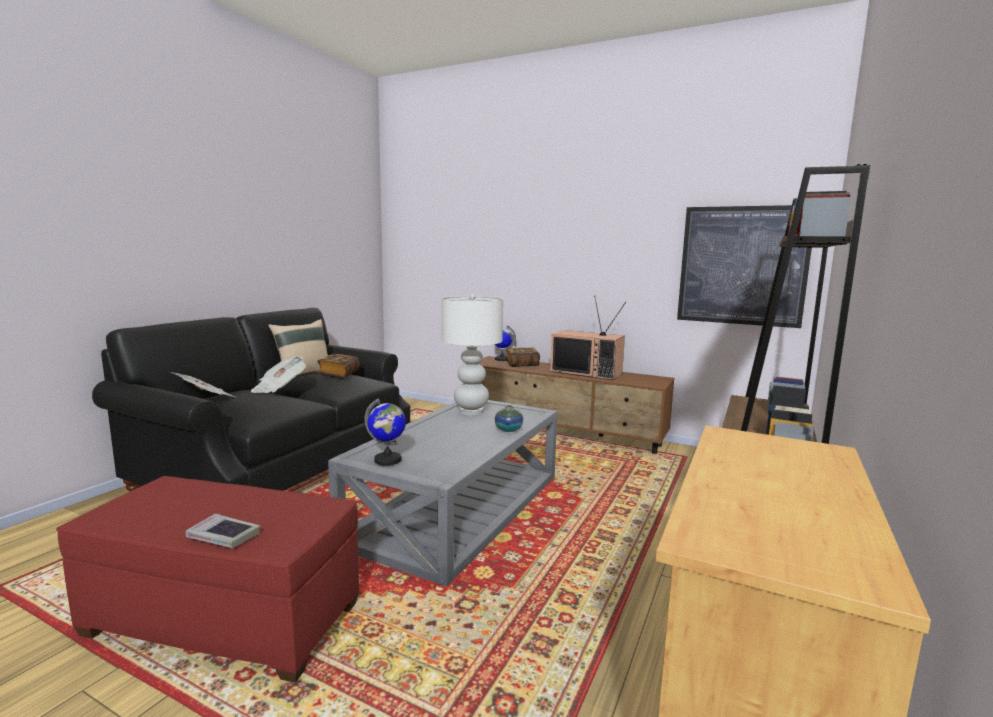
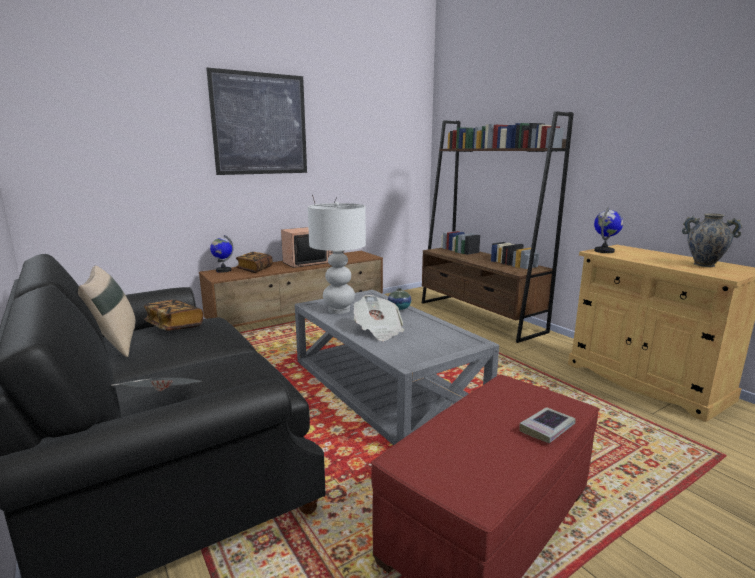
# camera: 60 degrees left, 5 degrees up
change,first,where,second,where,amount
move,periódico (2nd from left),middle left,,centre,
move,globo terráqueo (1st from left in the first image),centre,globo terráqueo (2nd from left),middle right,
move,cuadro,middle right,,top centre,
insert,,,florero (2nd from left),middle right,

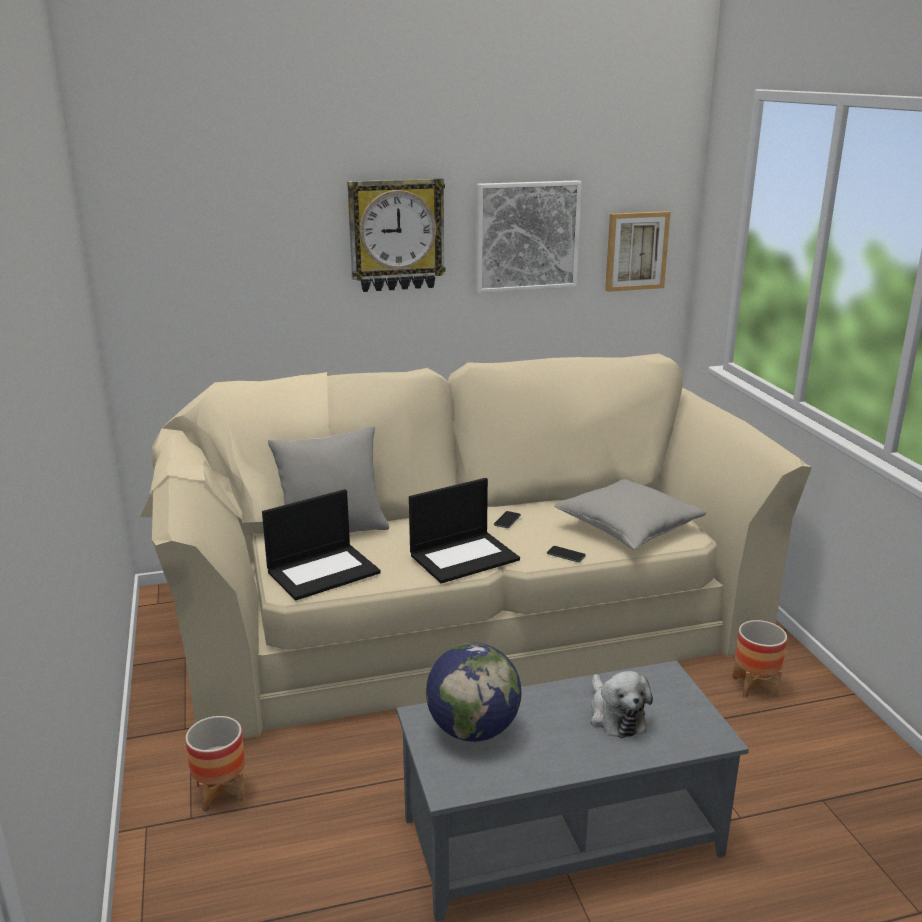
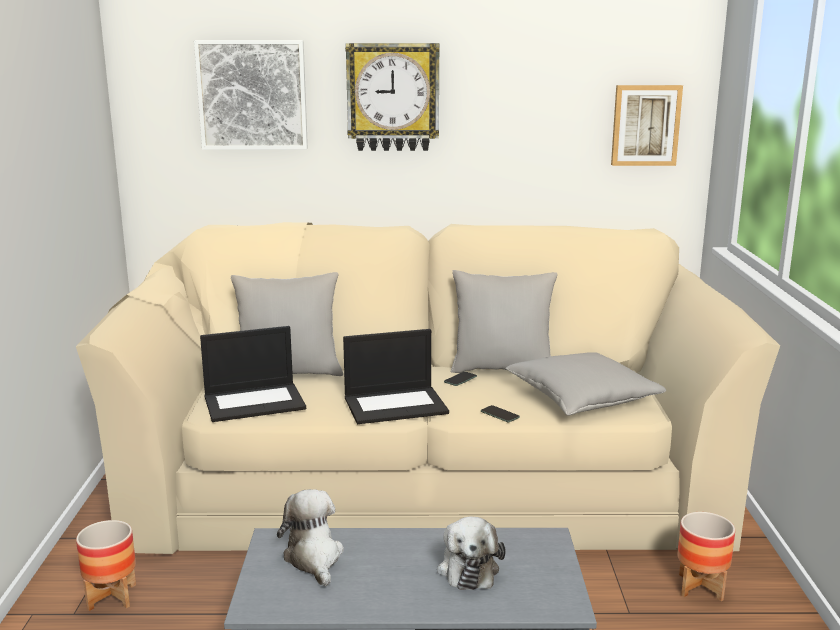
# camera: 15 degrees right, 5 degrees down
change,first,where,second,where,amount
replace,globo terráqueo,bottom centre,peluche (1st from left),bottom centre,
move,cuadro (1st from left),top centre,,top left,
insert,,,cojín [gris] (2nd from left),centre,

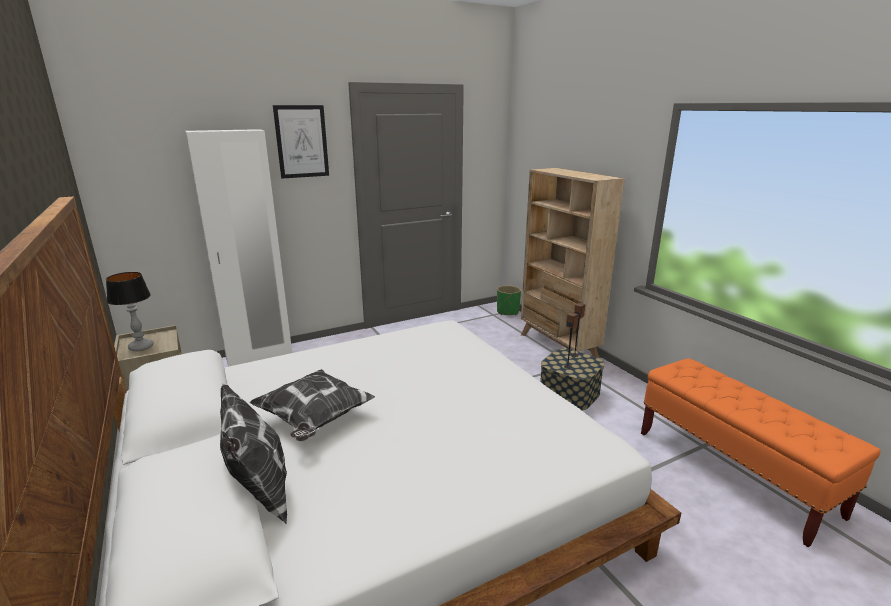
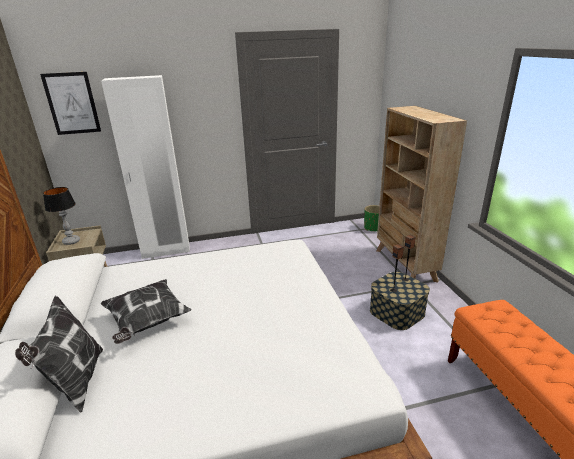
# camera: 15 degrees right, 5 degrees up
change,first,where,second,where,amount
move,cuadro,top centre,,top left,

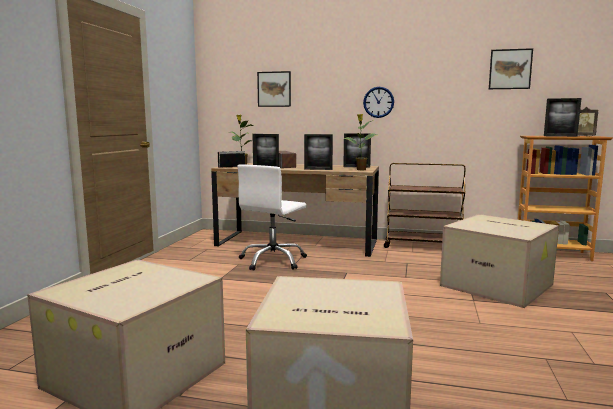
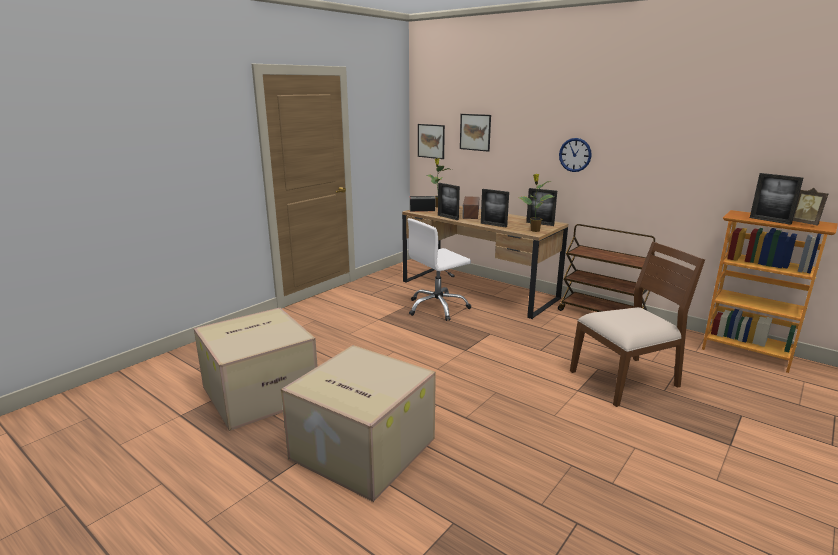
# camera: 25 degrees right, 10 degrees up
change,first,where,second,where,amount
replace,caja de cartón (3rd from left),middle right,silla [marrón],middle right,
move,cuadro (2nd from left in the first image),top right,cuadro (1st from left),top centre,

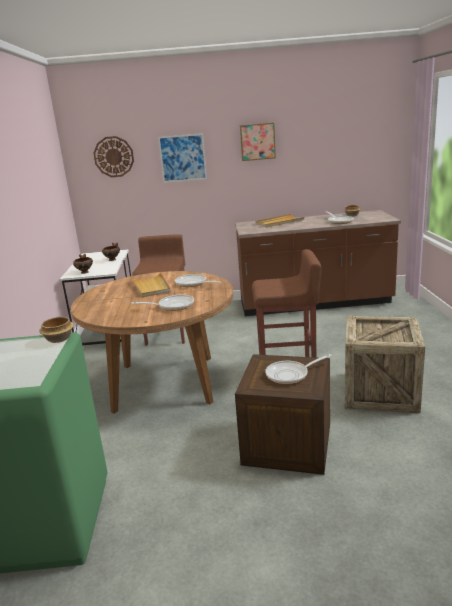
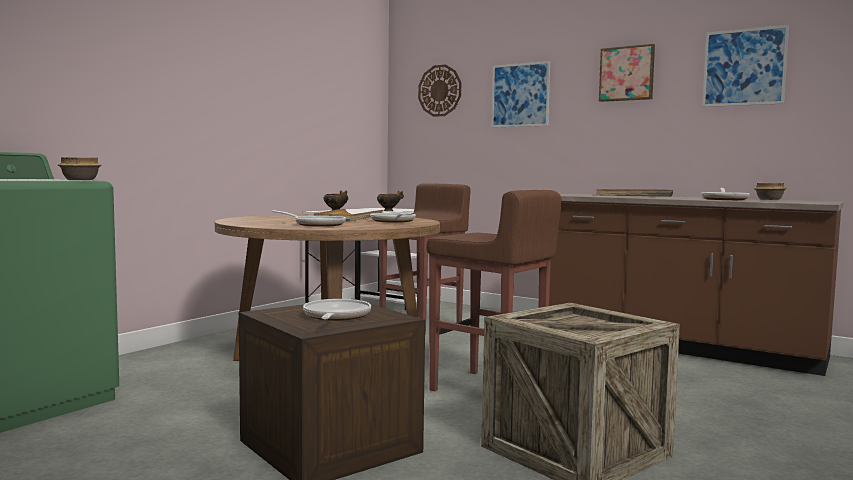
# camera: 35 degrees right, 15 degrees down
change,first,where,second,where,amount
rotate,sartén (3rd from left in the first image),centre,sartén (2nd from left),centre,75 degrees clockwise
insert,,,cuadro (3rd from left),top right,

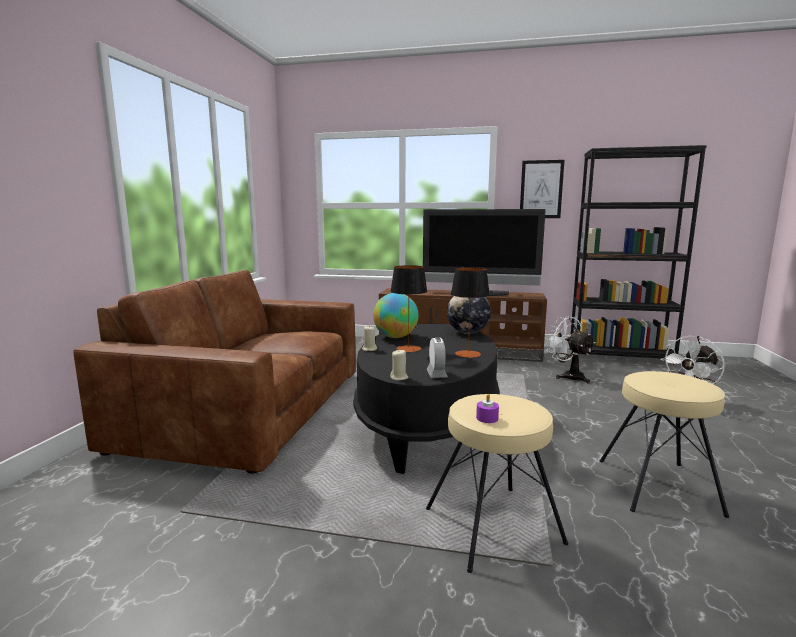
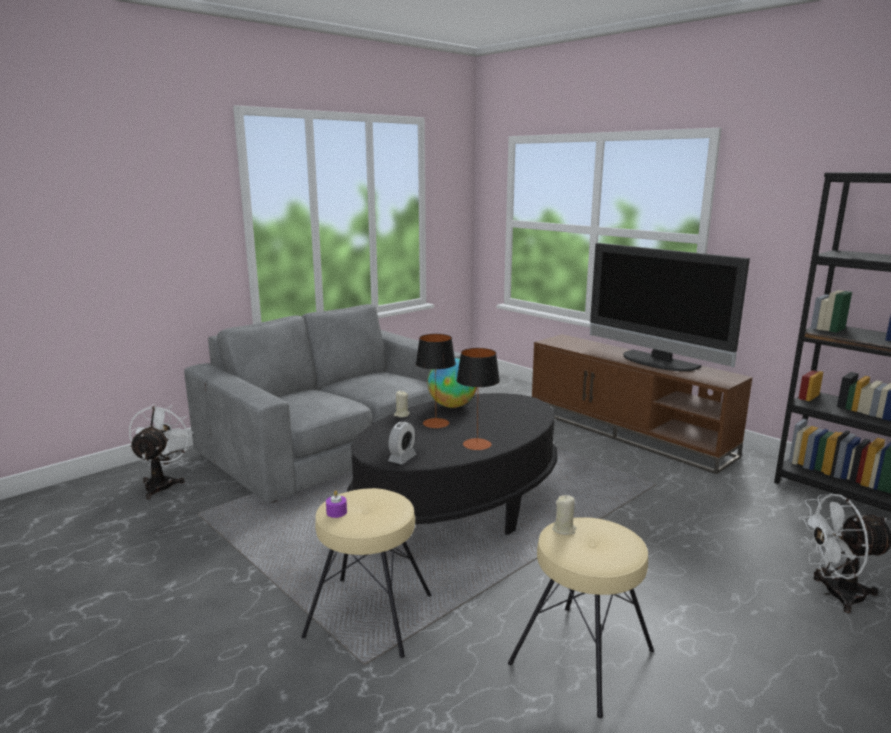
# camera: 35 degrees right, 5 degrees up
change,first,where,second,where,amount
recolor,sofá [marrón],middle left,sofá [gris],centre,
move,vela [beis] (2nd from left),centre,,bottom centre,
delete,globo terráqueo (2nd from left),centre,,,
delete,cuadro,top right,,,
move,ventilador [blanco] (1st from left),middle right,,middle left,

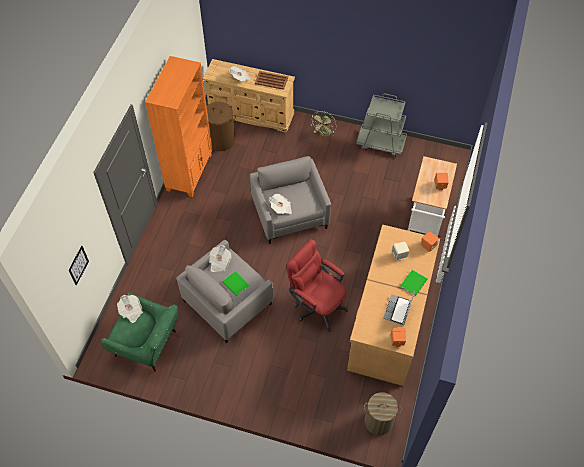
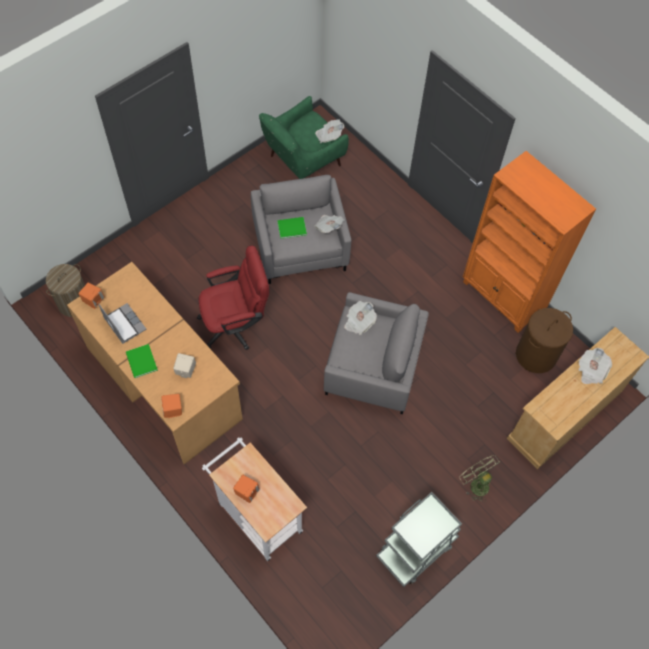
# camera: 120 degrees right, 5 degrees up
change,first,where,second,where,amount
delete,cuadro,middle left,,,
delete,bandeja [marrón],top centre,,,

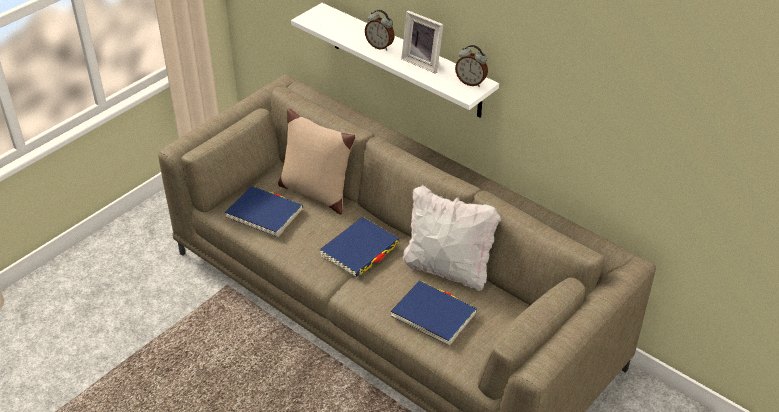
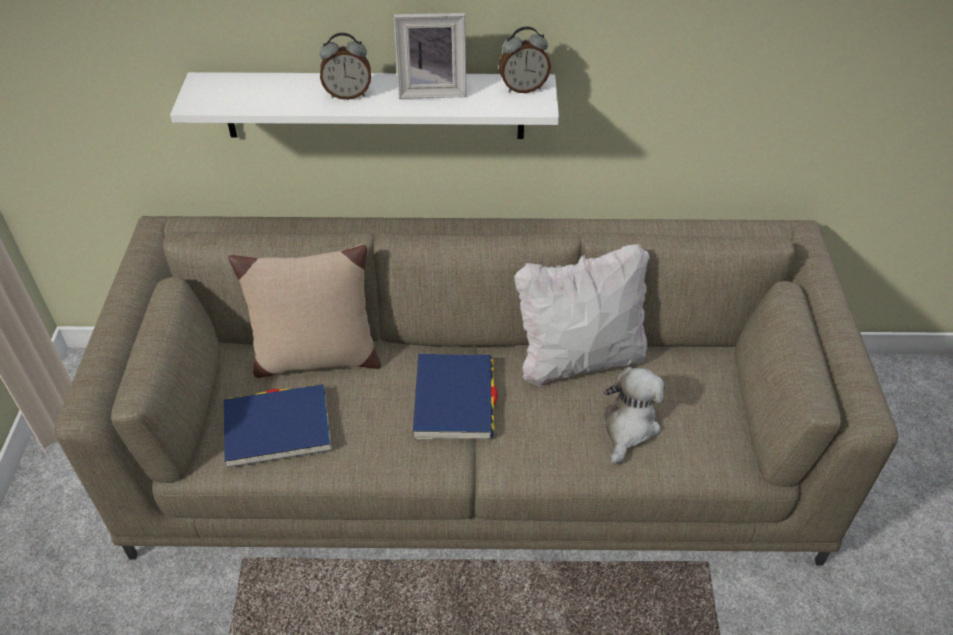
# camera: 40 degrees left, 5 degrees up
change,first,where,second,where,amount
replace,libro [azul] (3rd from left),bottom centre,peluche,centre,

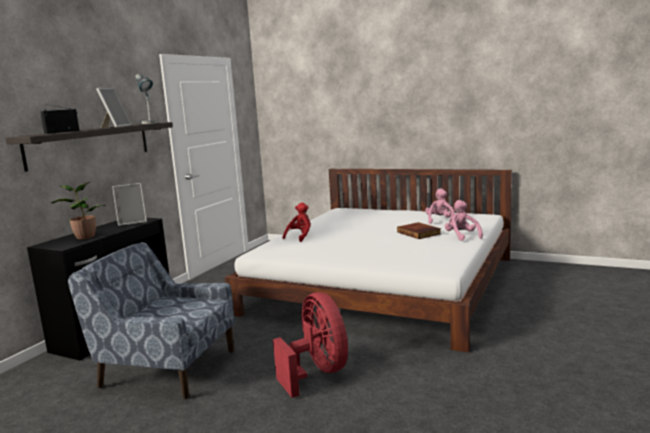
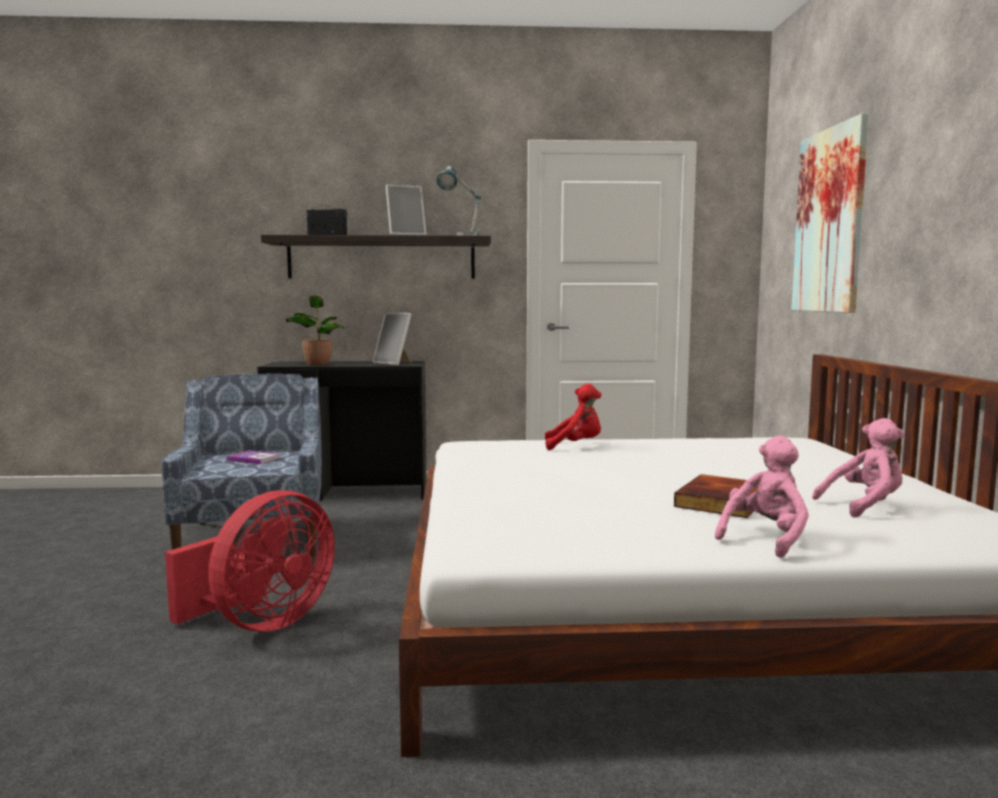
# camera: 60 degrees right, 5 degrees down
change,first,where,second,where,amount
insert,,,libro (1st from left),middle left,
insert,,,cuadro,top right,

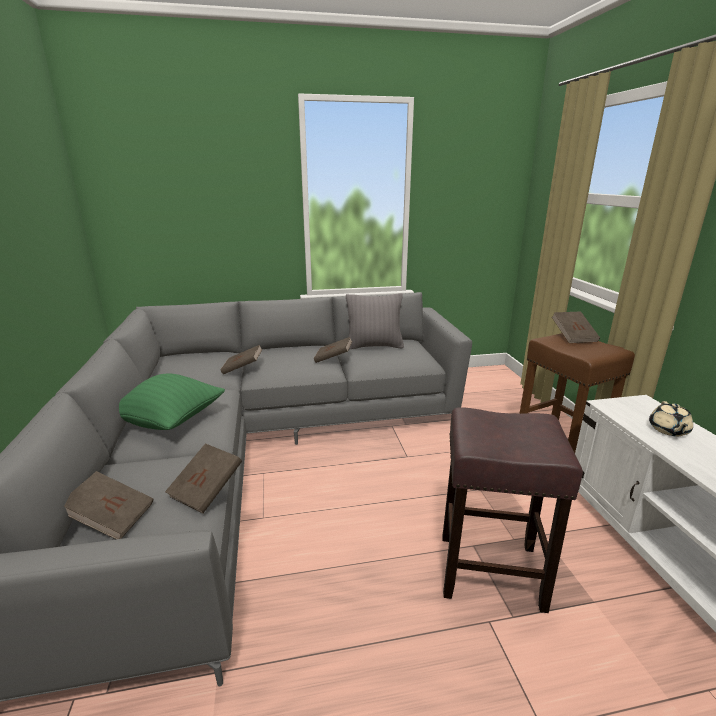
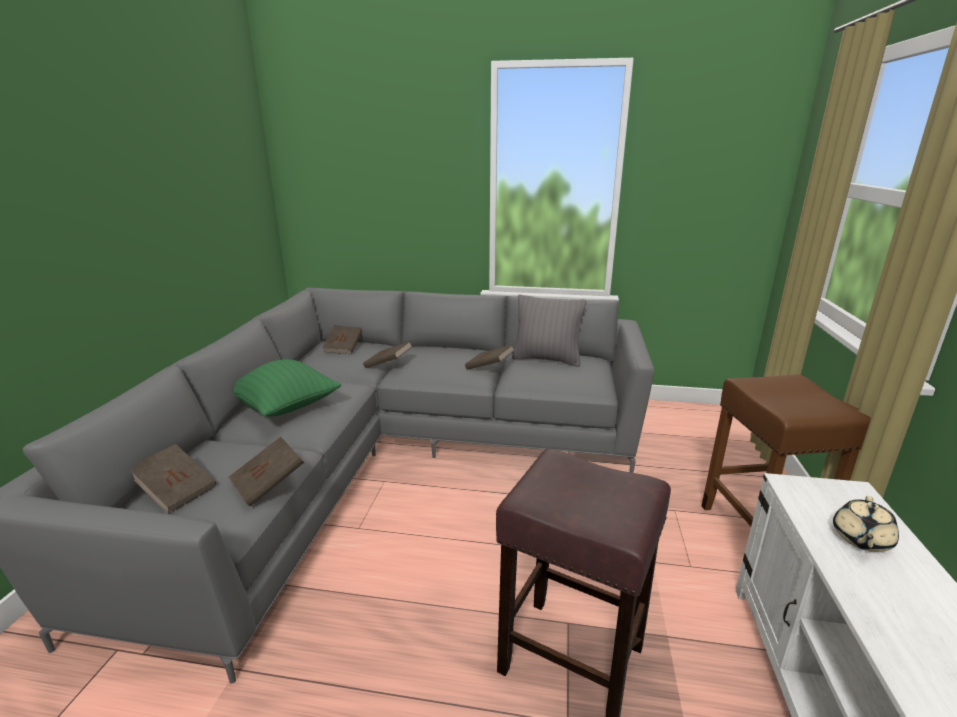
# camera: 20 degrees right, 0 degrees up
change,first,where,second,where,amount
move,libro [marrón] (5th from left in the first image),middle right,libro [marrón] (3rd from left),centre,

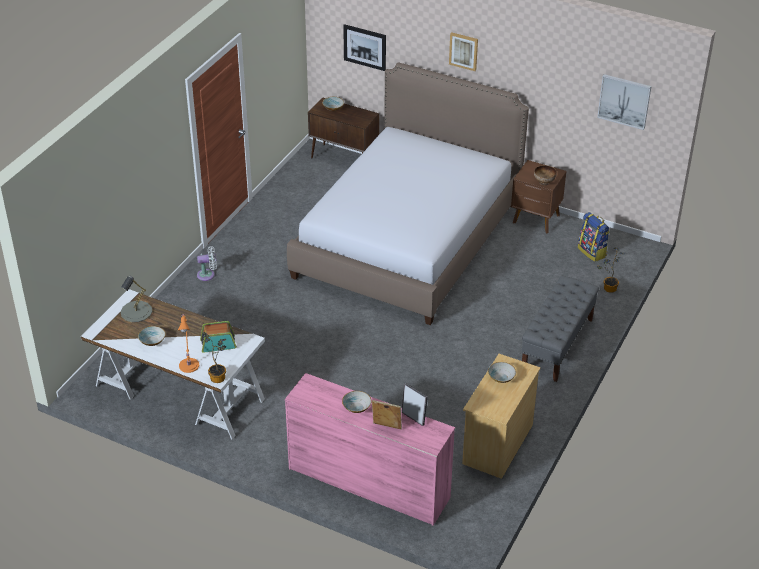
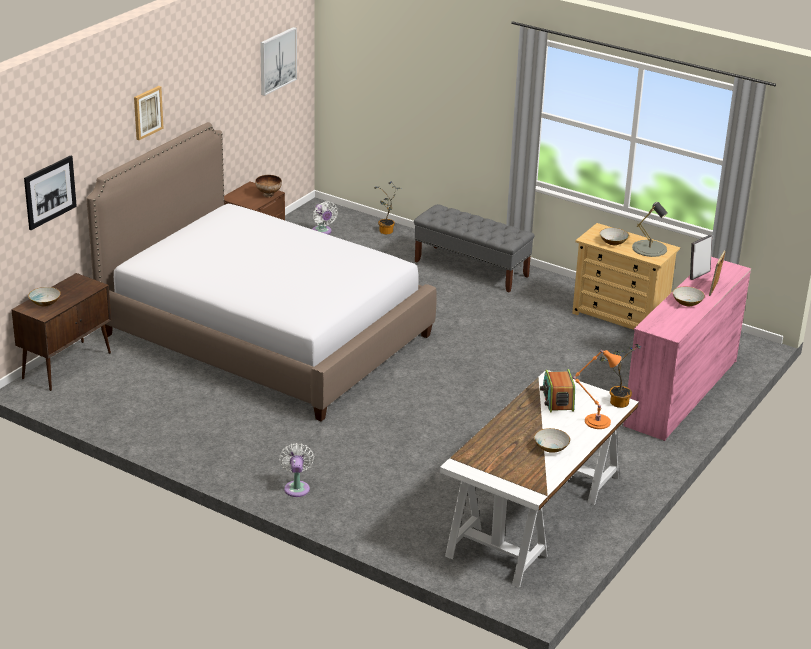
# camera: 85 degrees left, 10 degrees down
change,first,where,second,where,amount
move,lámpara de mesa [gris],middle left,,middle right,
replace,mochila,middle right,ventilador [blanco] (2nd from left),centre,

